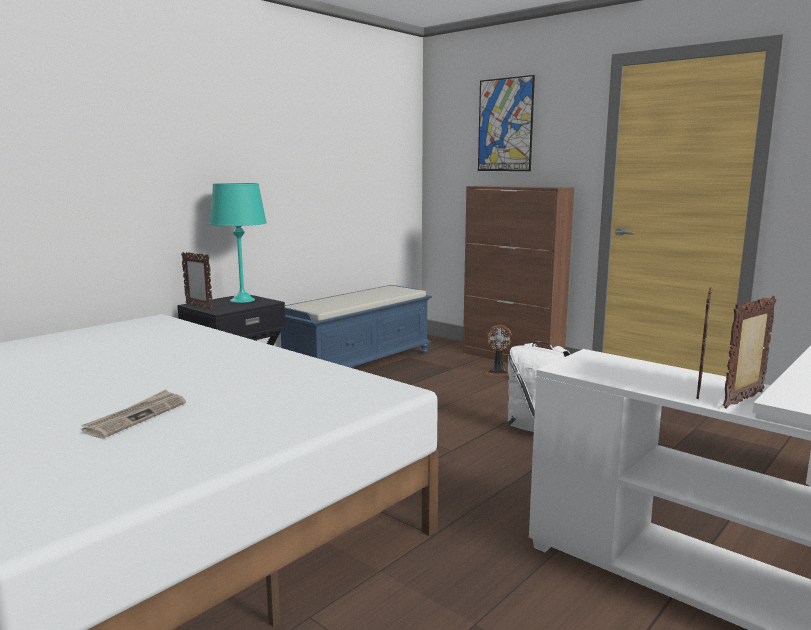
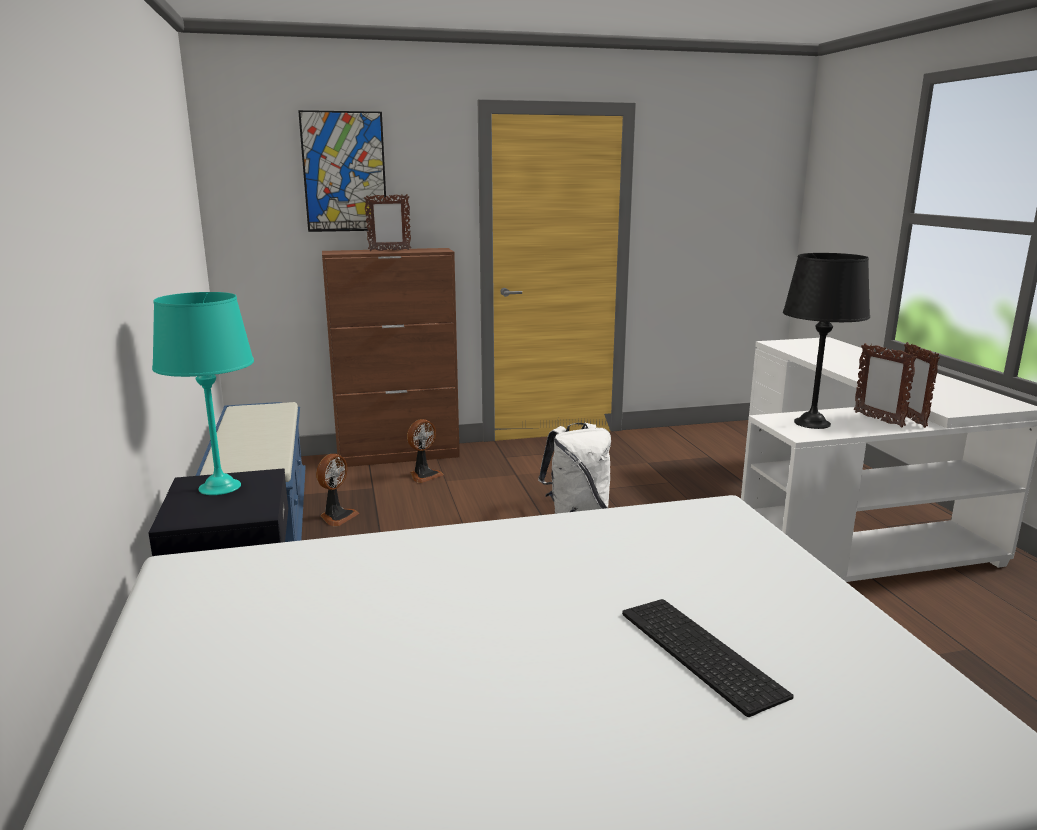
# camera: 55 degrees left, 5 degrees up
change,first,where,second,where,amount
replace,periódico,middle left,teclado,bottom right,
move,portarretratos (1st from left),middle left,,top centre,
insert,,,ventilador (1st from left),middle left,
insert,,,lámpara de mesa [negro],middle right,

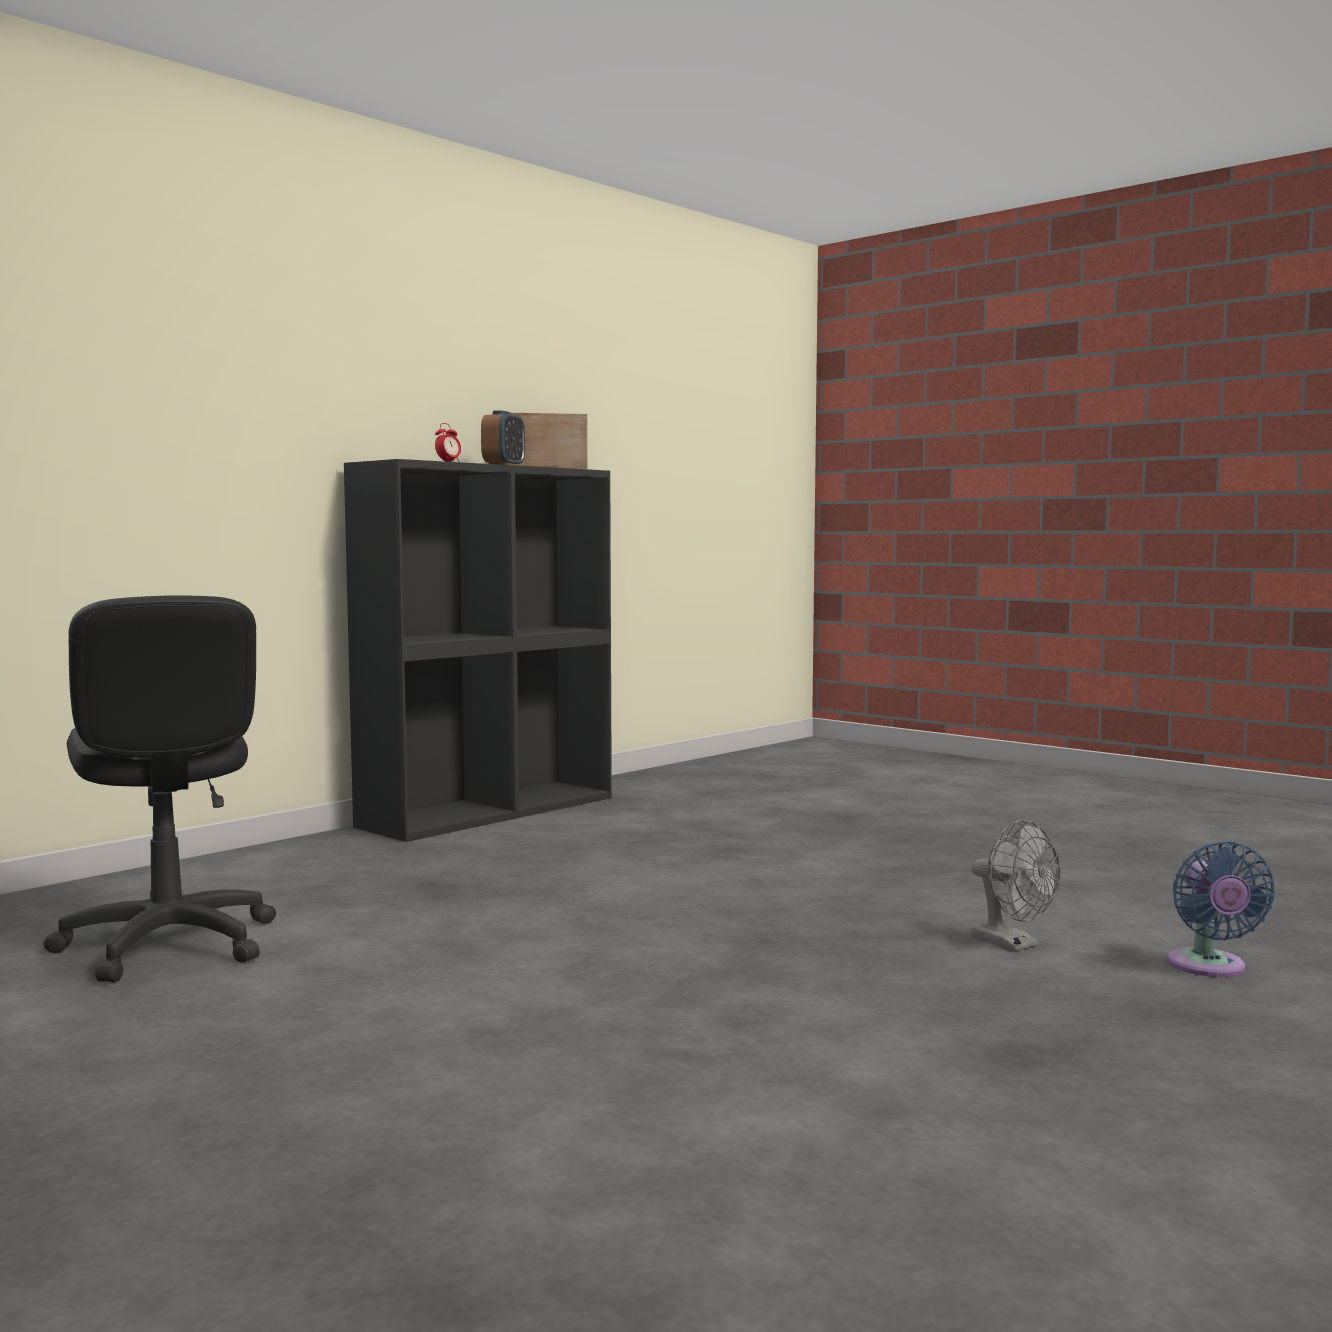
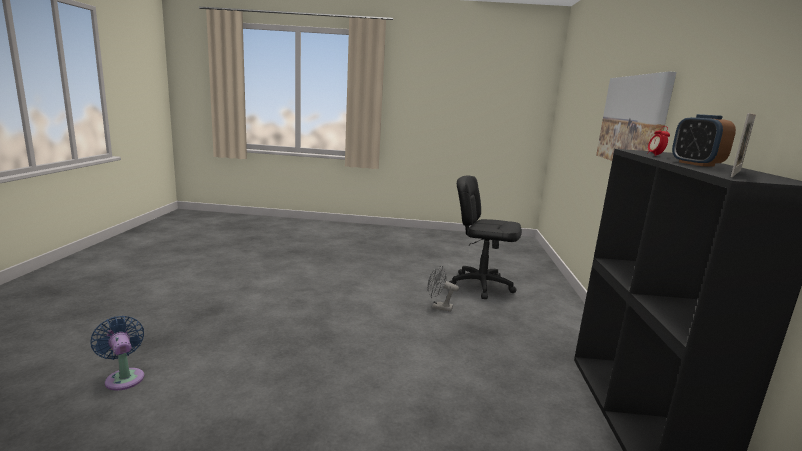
# camera: 140 degrees right, 10 degrees up
change,first,where,second,where,amount
move,ventilador [gris],middle right,,centre,
insert,,,cuadro,top right,

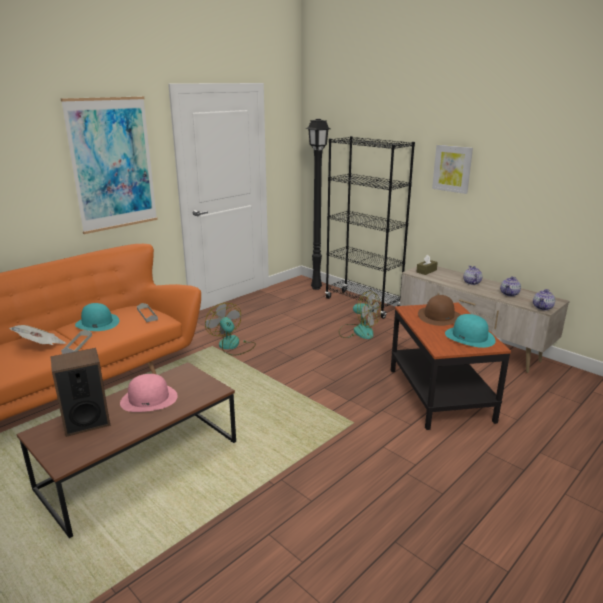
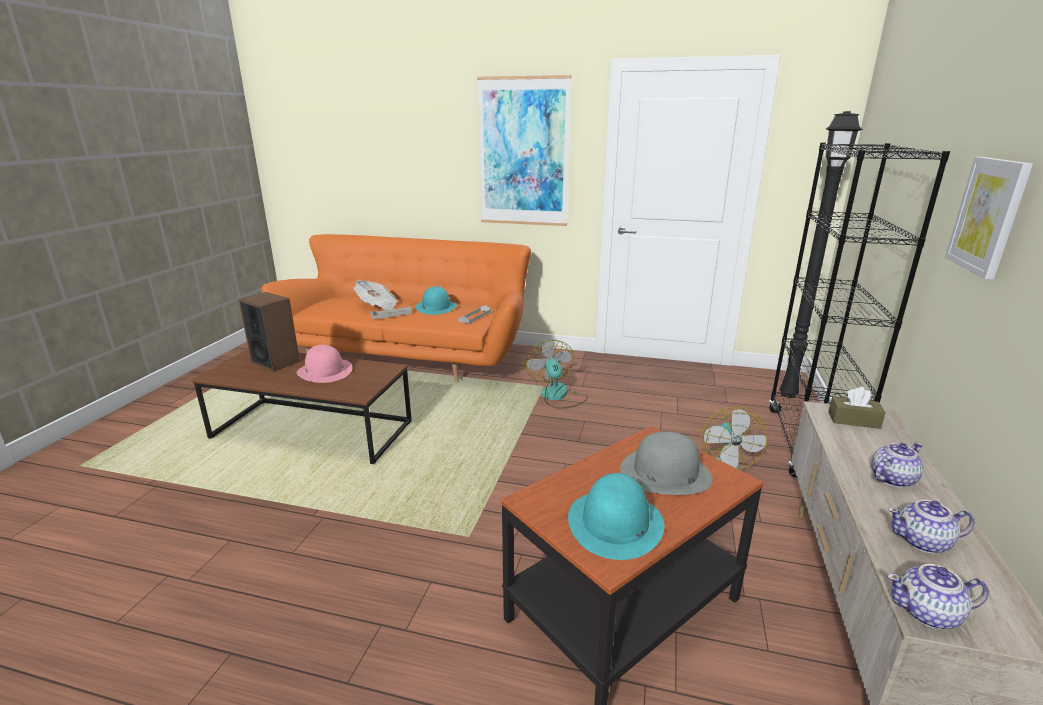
# camera: 60 degrees right, 0 degrees up
change,first,where,second,where,amount
rotate,ventilador (1st from left),centre,,centre,45 degrees counterclockwise
recolor,sombrero [marrón],middle right,sombrero [gris],centre,

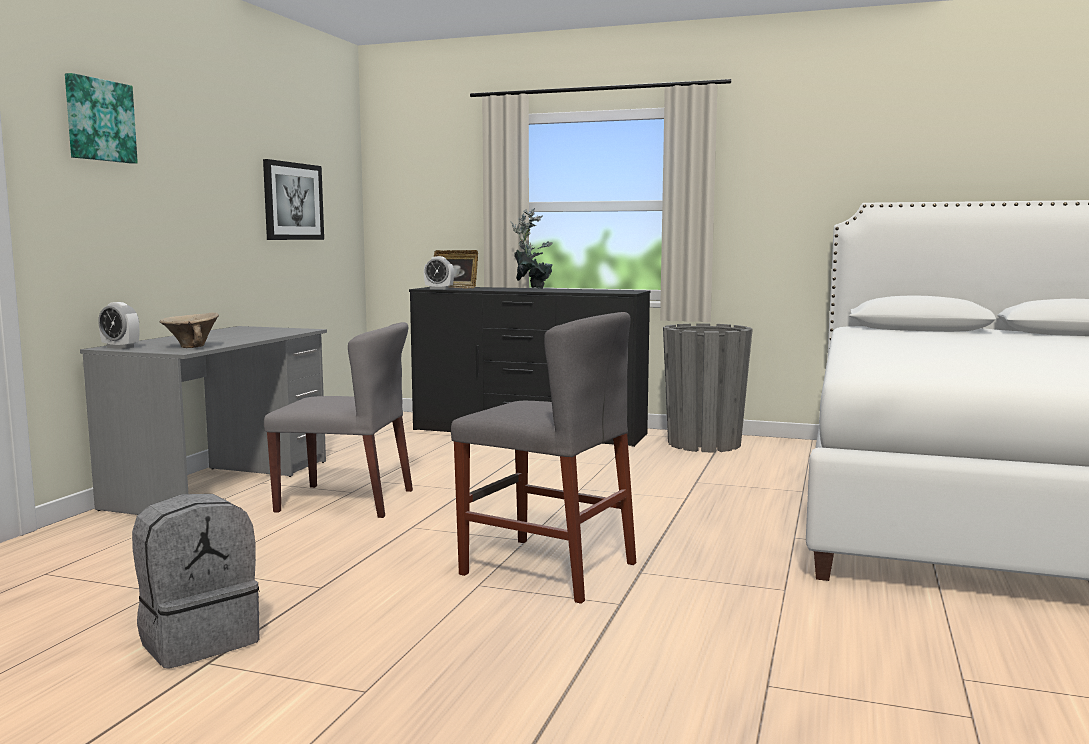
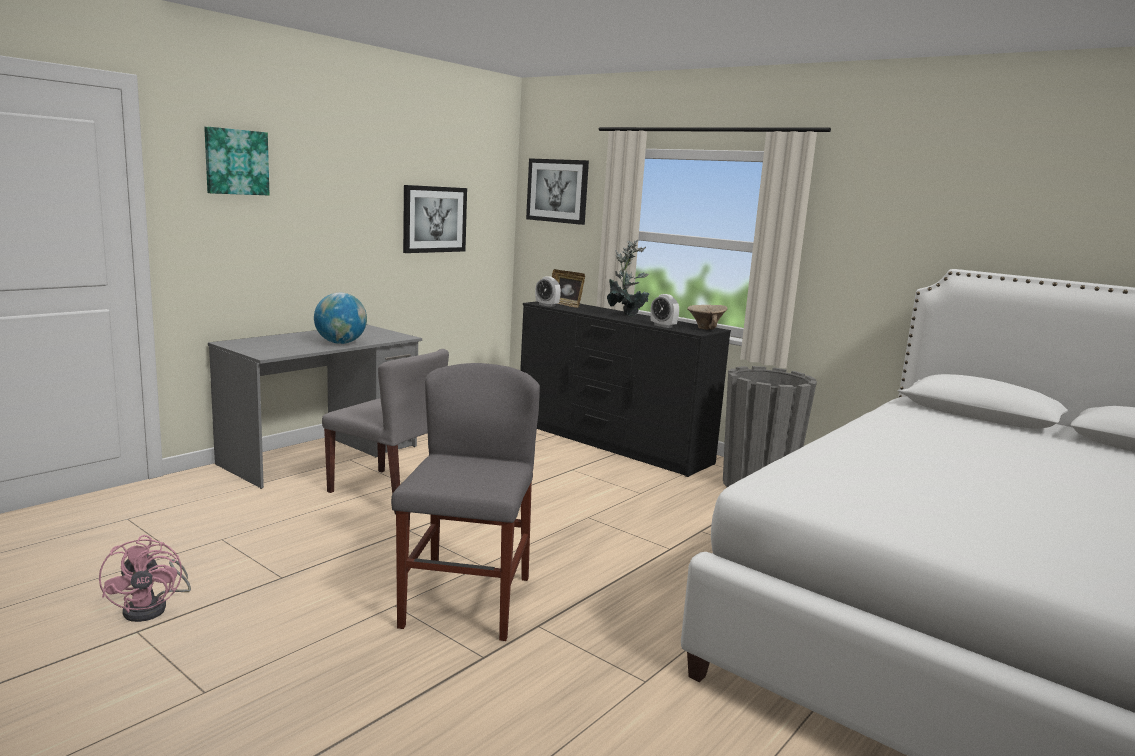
# camera: 20 degrees right, 5 degrees up
change,first,where,second,where,amount
move,despertador (1st from left in the first image),middle left,despertador (2nd from left),centre,
replace,mochila [gris],bottom left,ventilador [rosa],bottom left,
move,cuenco [beis],middle left,,centre,
rotate,silla [gris] (2nd from left),centre,,centre,135 degrees counterclockwise
insert,,,globo terráqueo,middle left,
insert,,,cuadro (3rd from left),top centre,

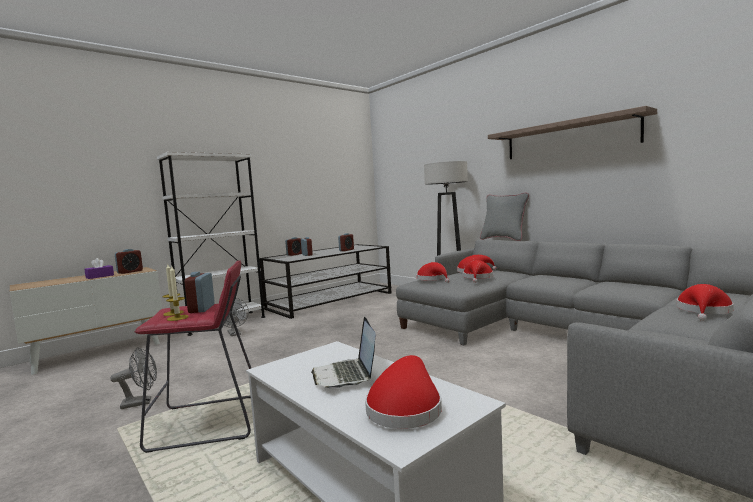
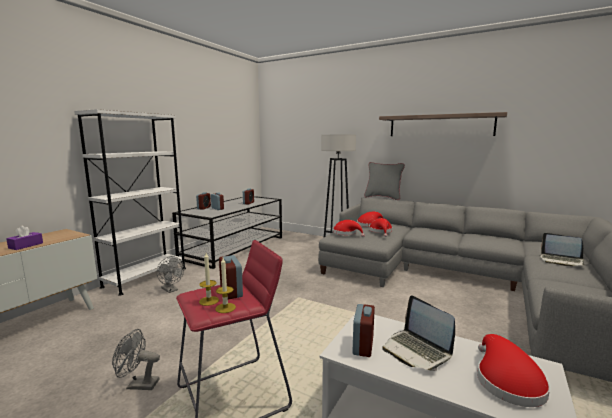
# camera: 20 degrees left, 5 degrees up
change,first,where,second,where,amount
rotate,ventilador [gris] (1st from left),bottom left,,bottom left,135 degrees counterclockwise
move,despertador (1st from left in the first image),middle left,despertador (5th from left),bottom centre,
replace,sombrero [rojo] (5th from left),middle right,portátil (2nd from left),middle right,

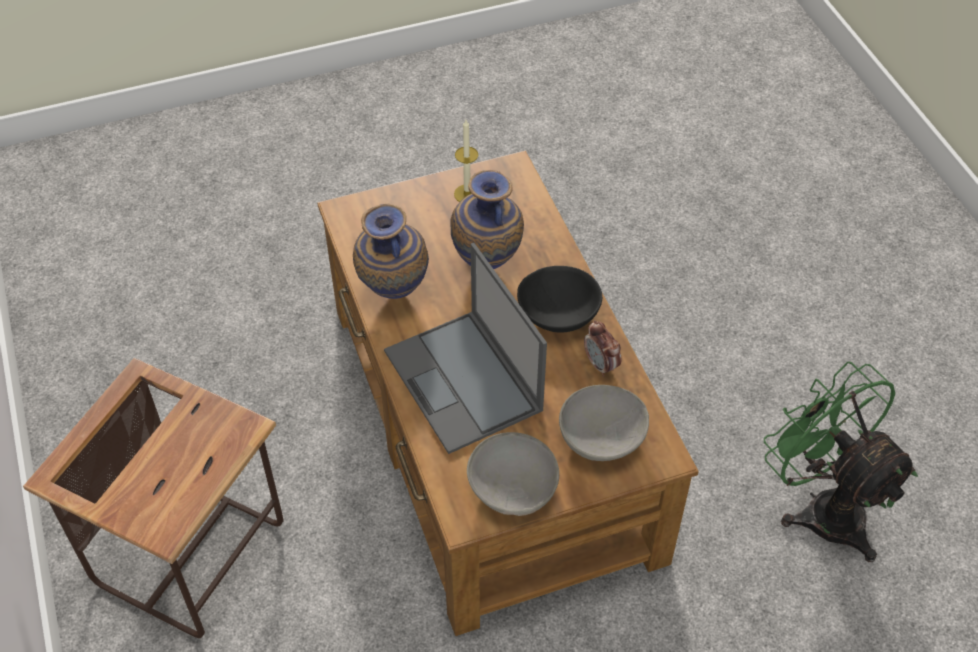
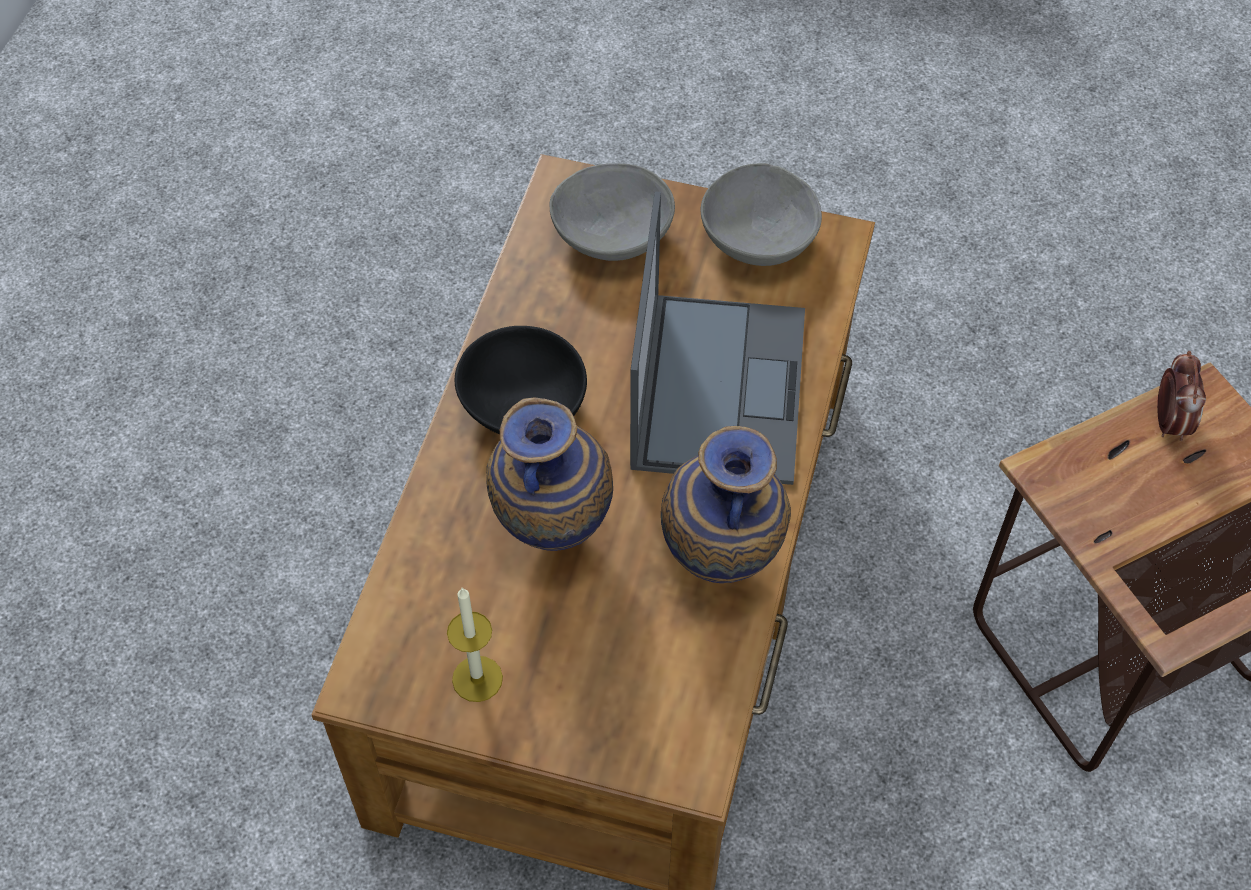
# camera: 145 degrees left, 5 degrees up
change,first,where,second,where,amount
move,despertador,centre,,middle right,
delete,ventilador [verde],bottom right,,,

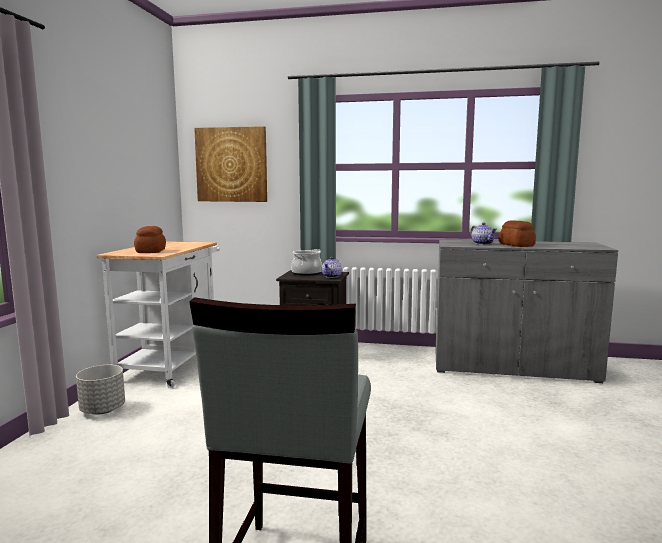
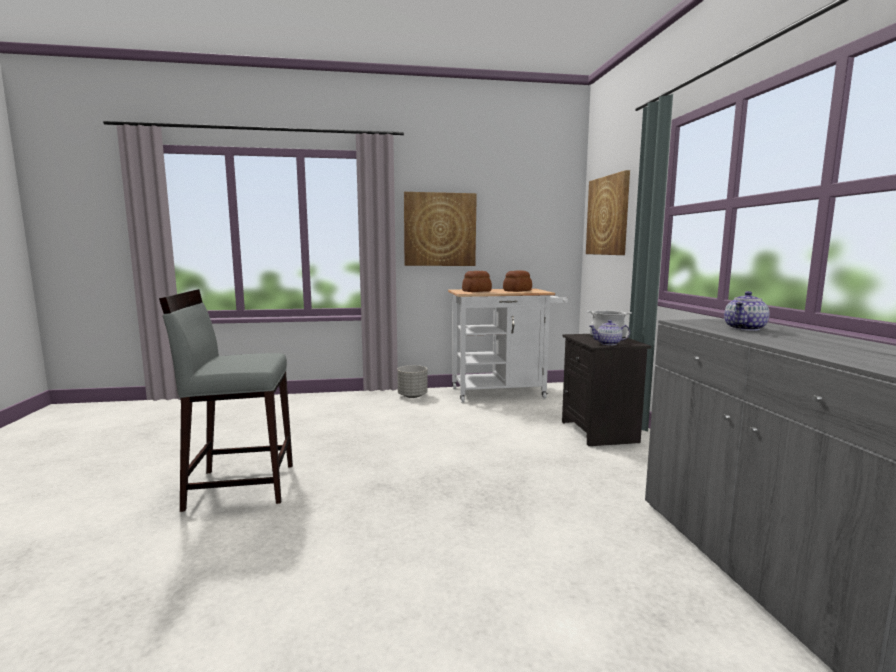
# camera: 70 degrees right, 0 degrees up
change,first,where,second,where,amount
move,pan (2nd from left),middle right,,centre,
insert,,,cuadro (1st from left),centre,

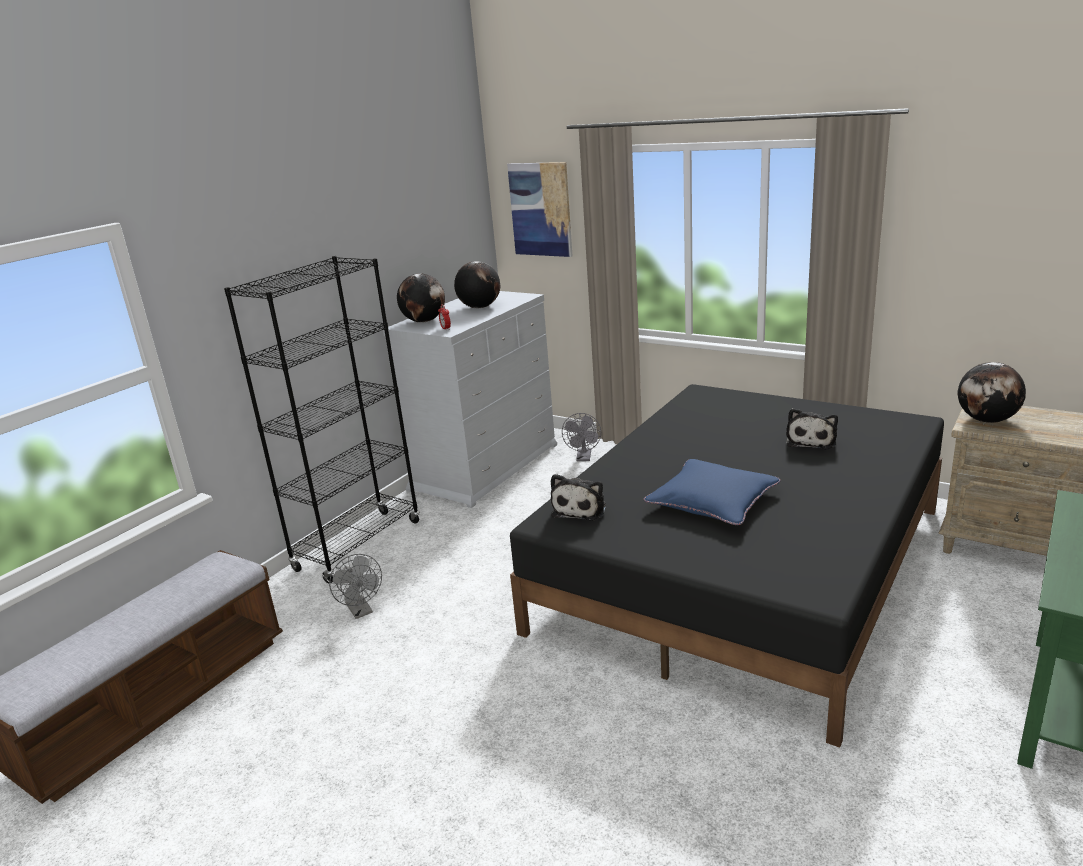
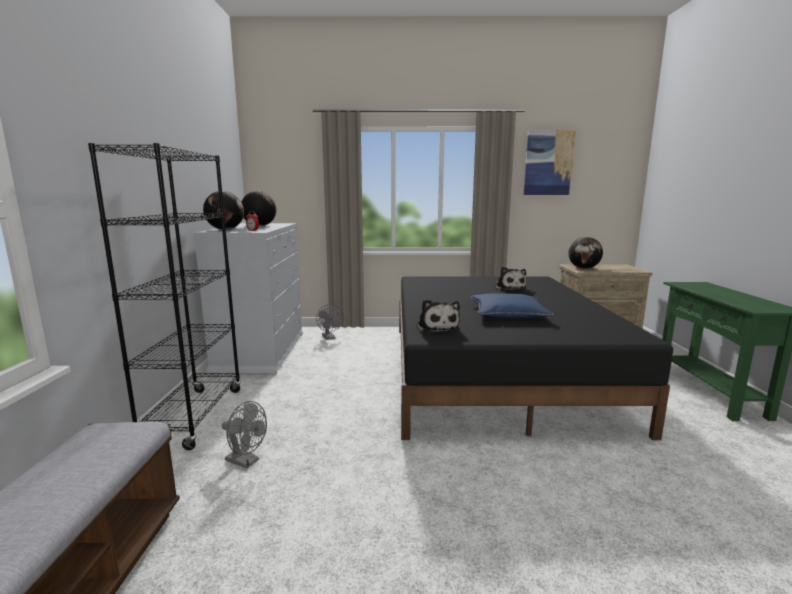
# camera: 35 degrees left, 10 degrees down
change,first,where,second,where,amount
move,cuadro,top centre,,top right,

